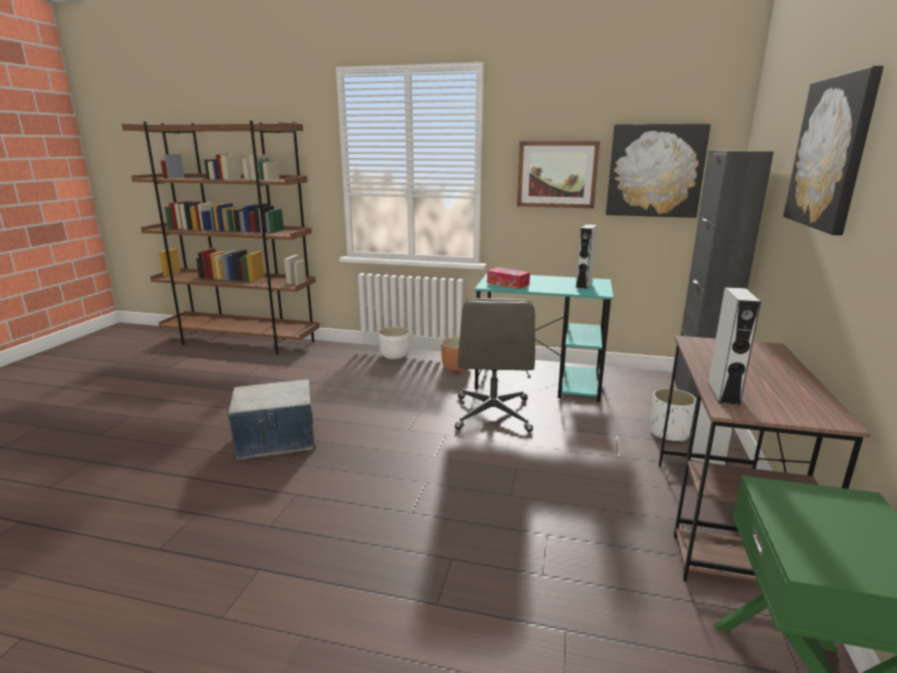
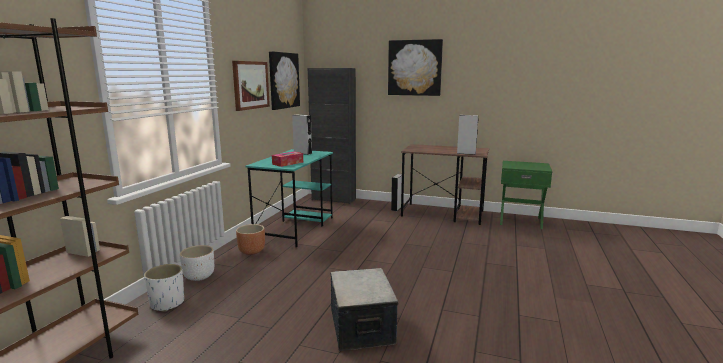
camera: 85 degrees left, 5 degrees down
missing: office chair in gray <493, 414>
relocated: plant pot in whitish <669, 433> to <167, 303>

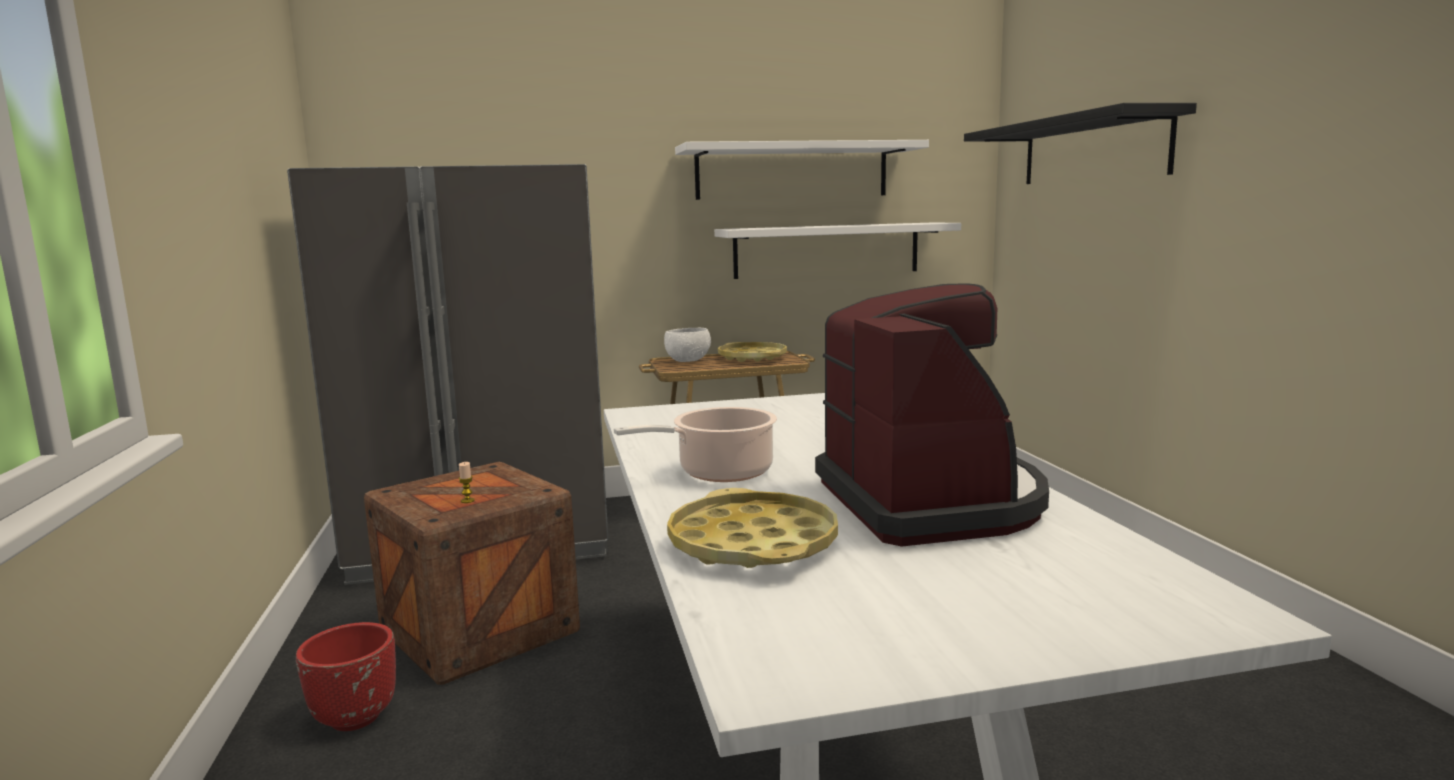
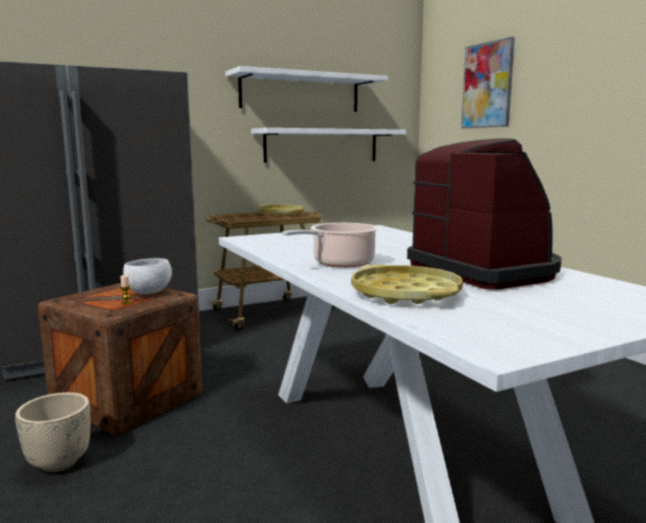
camera: 15 degrees left, 0 degrees up
relocated: deep dish in whitish <688, 361> to <149, 292>
exchanged: shelf in black-coloured <1092, 150> to picture <487, 85>
colour: plant pot in red <354, 718> to plant pot in beige-coloured <58, 463>

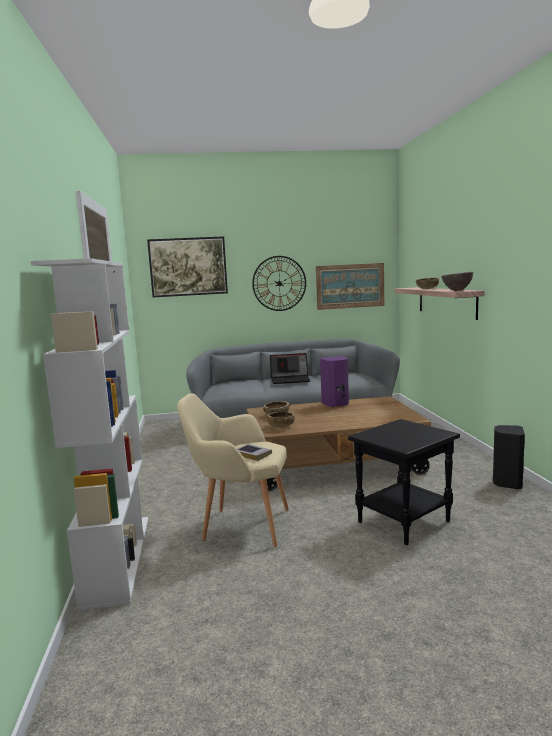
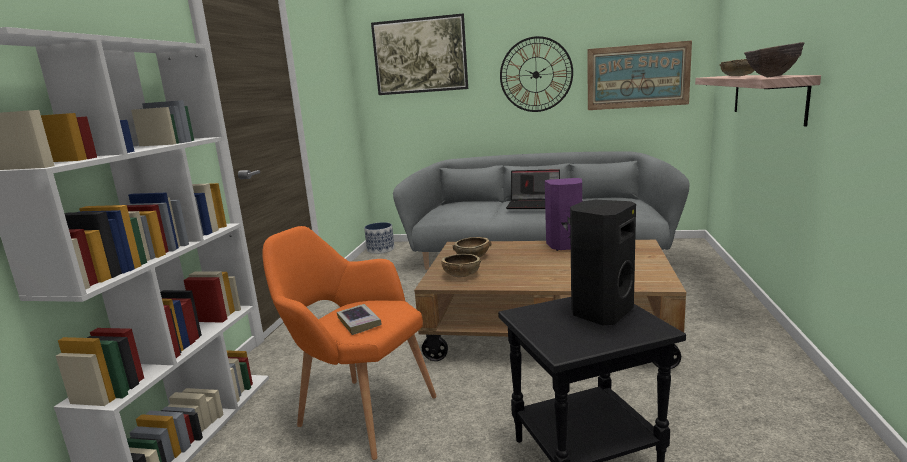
camera: 20 degrees right, 5 degrees up
appeared: plant pot <380, 249>
relocated: speaker in black-coloured <507, 483> to <600, 312>
colour: armchair in beige-coloured <240, 525> to armchair in orangey <359, 411>

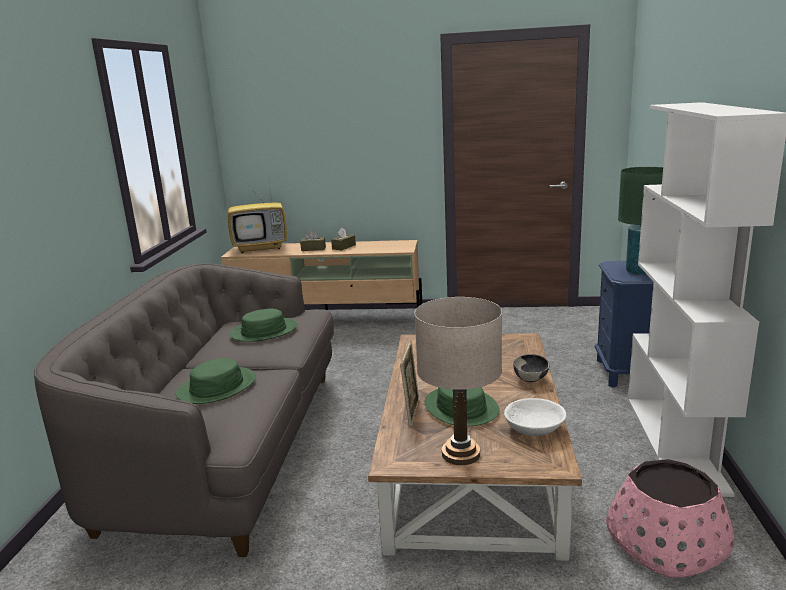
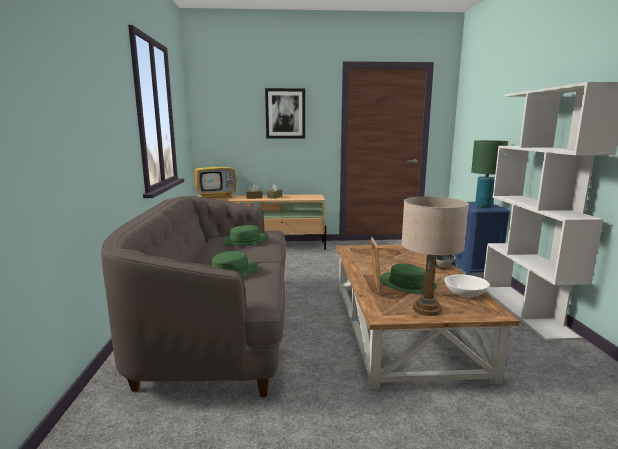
camera: 10 degrees left, 5 degrees down
missing: plant pot in pink <666, 544>
appeared: picture <285, 113>

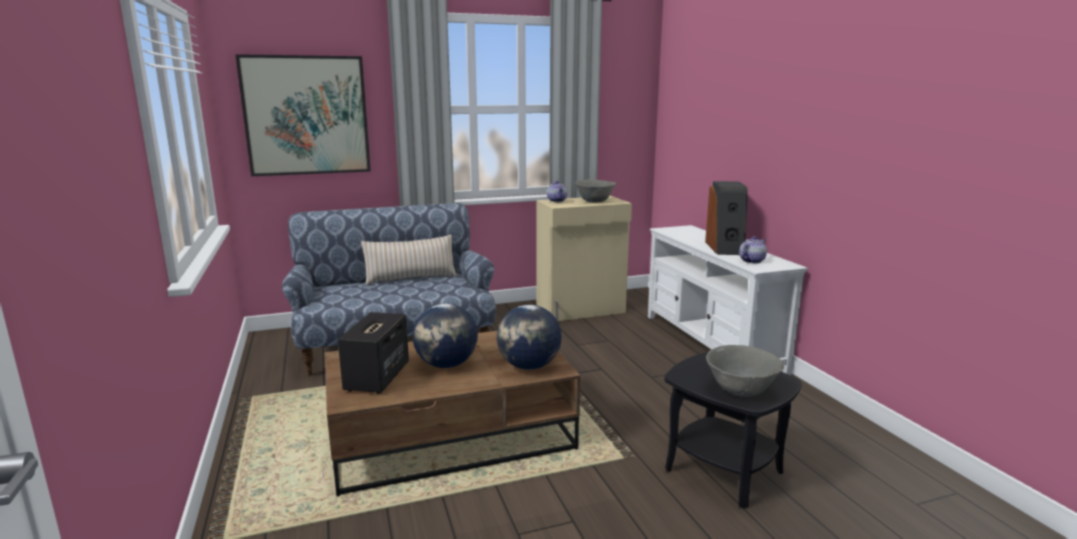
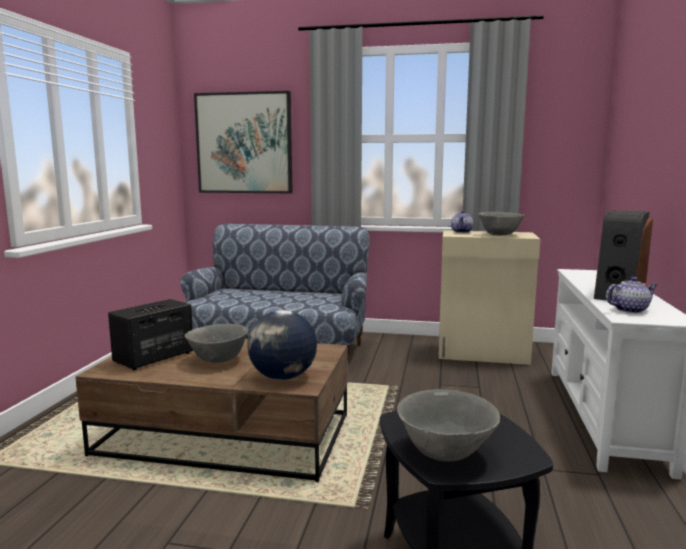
camera: 30 degrees right, 5 degrees down
missing: throw pillow in beige-coloured <411, 278>
exchanged: world globe <447, 365> to deep dish in gray <218, 360>

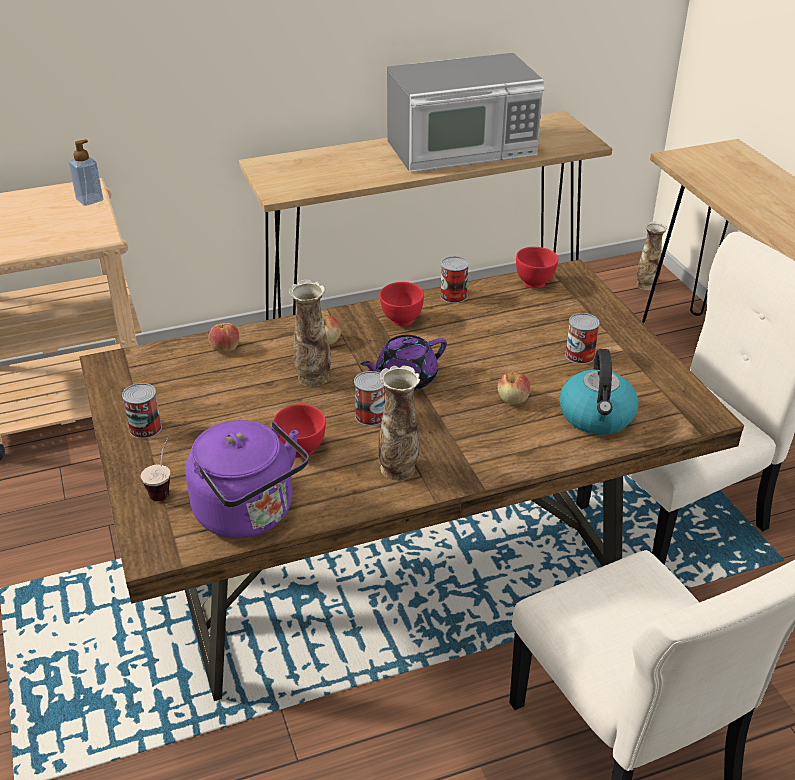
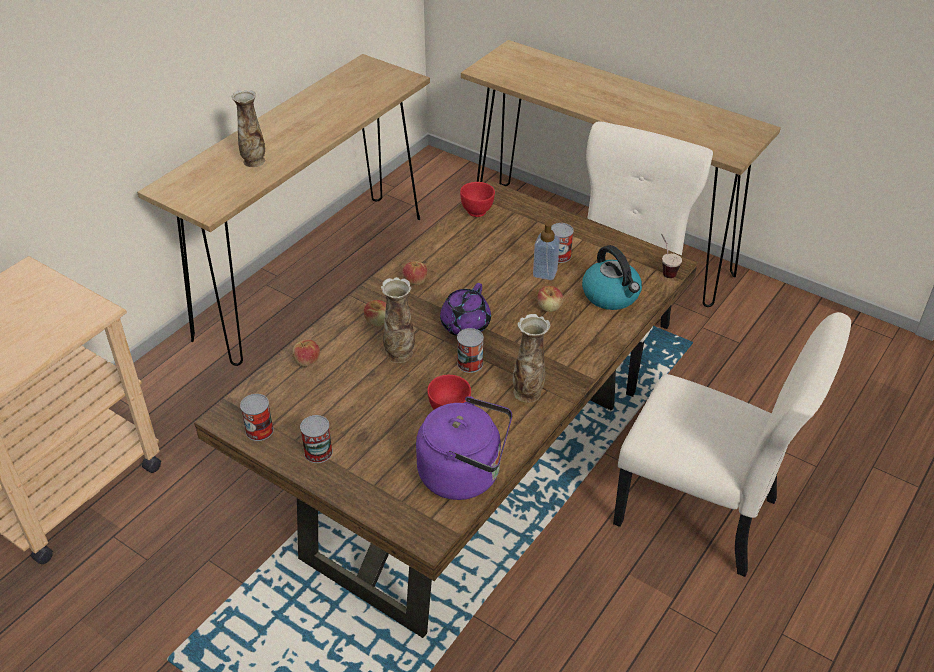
camera: 35 degrees left, 5 degrees up
missing: microwave oven <463, 149>
relocated: vase <646, 284> to <254, 161>; sealed can <453, 295> to <259, 430>; soap bottle <89, 200> to <545, 273>; cup <164, 487> to <665, 269>
exchanged: deep dish in red <401, 320> to whole apple <415, 281>

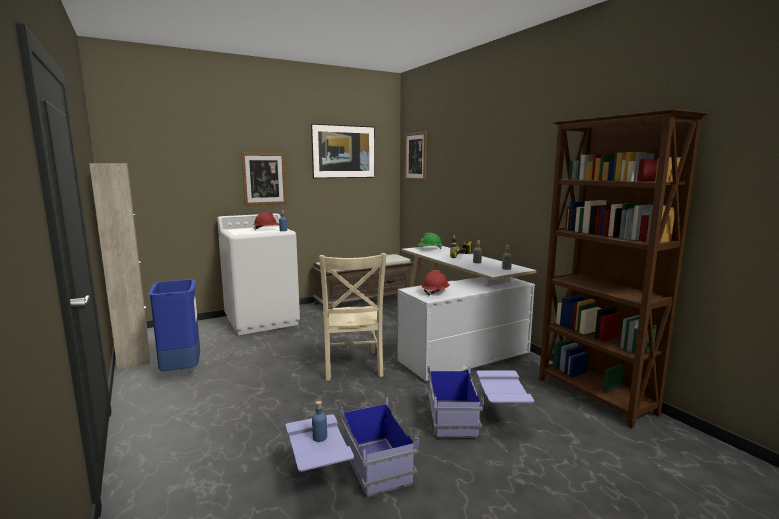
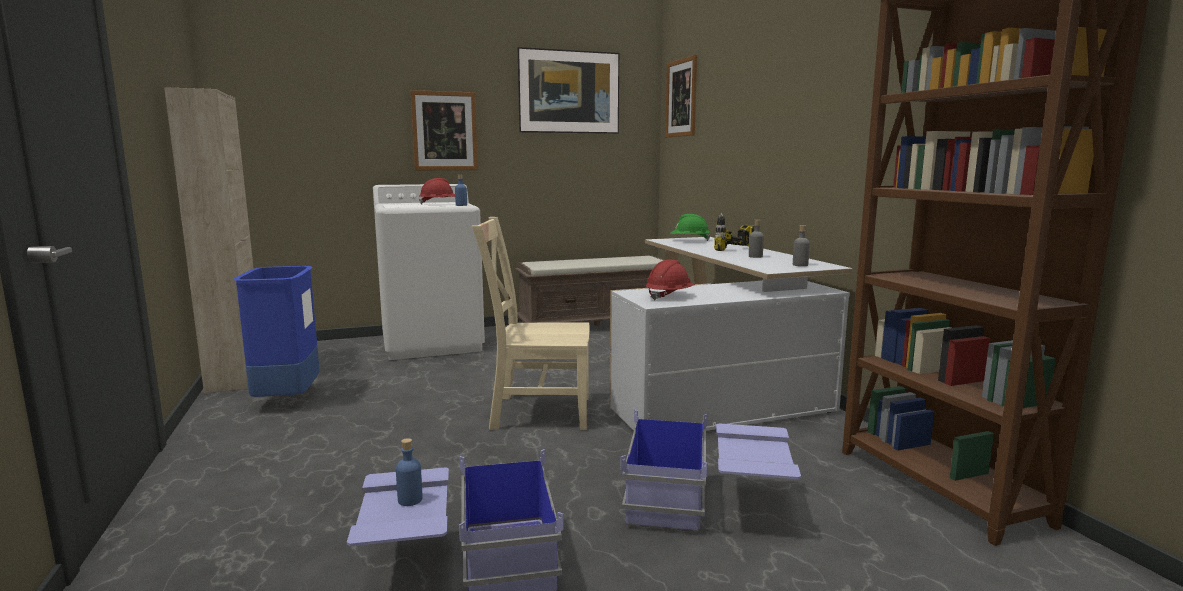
camera: 10 degrees right, 0 degrees up
spun: chair in beige-coloured <352, 367> = <536, 412> 90 degrees clockwise

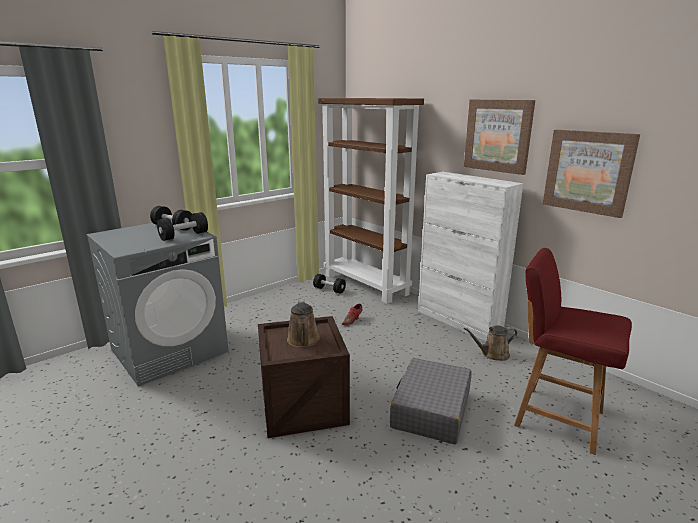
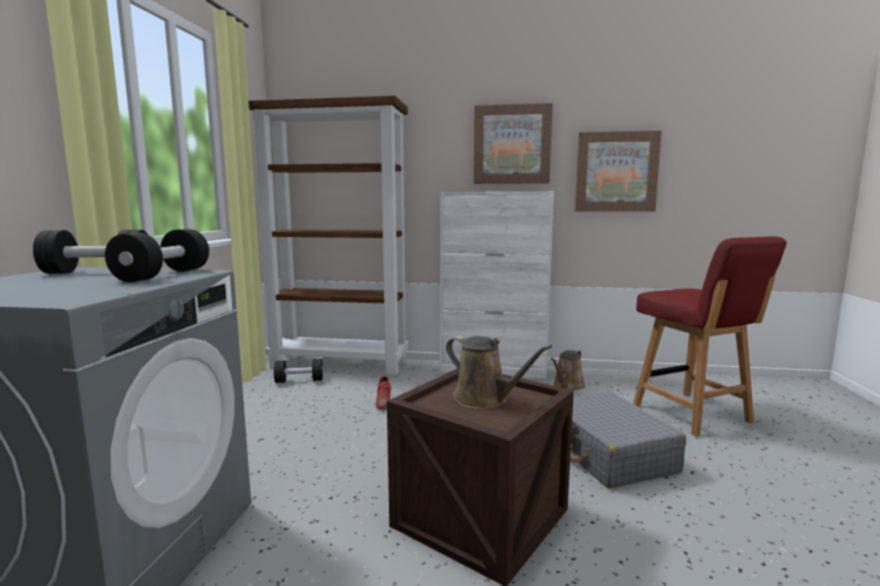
camera: 40 degrees left, 10 degrees down
spun: chair in red <556, 417> = <693, 414> 105 degrees counterclockwise

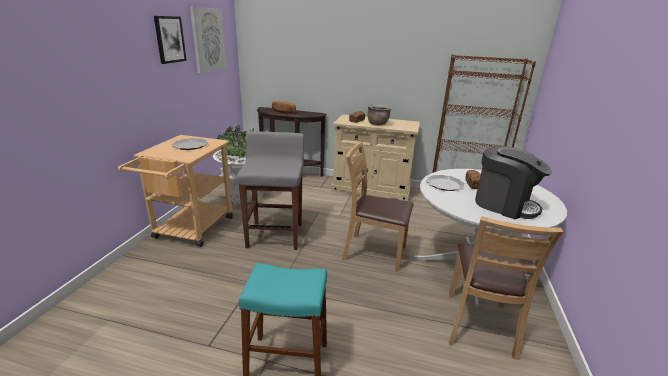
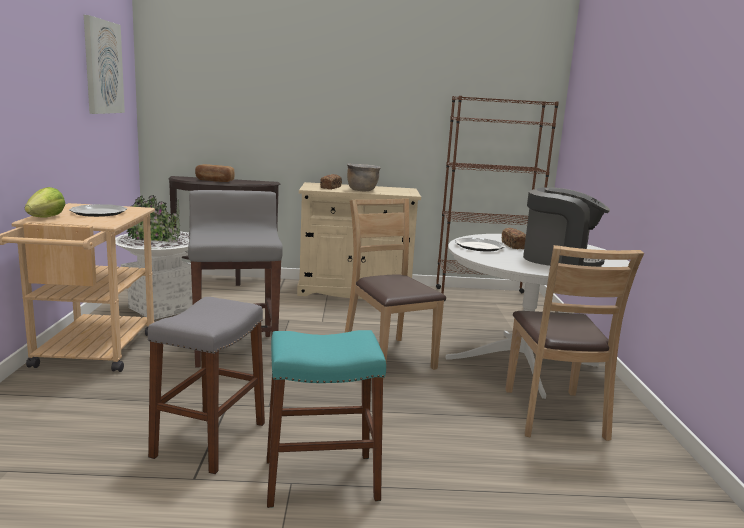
camera: 15 degrees left, 10 degrees down
missing: picture <169, 39>
appeared: lettuce head <46, 217>; sitting stool in gray <210, 439>
spun: chair in brownish <373, 252> = <388, 357> 60 degrees clockwise

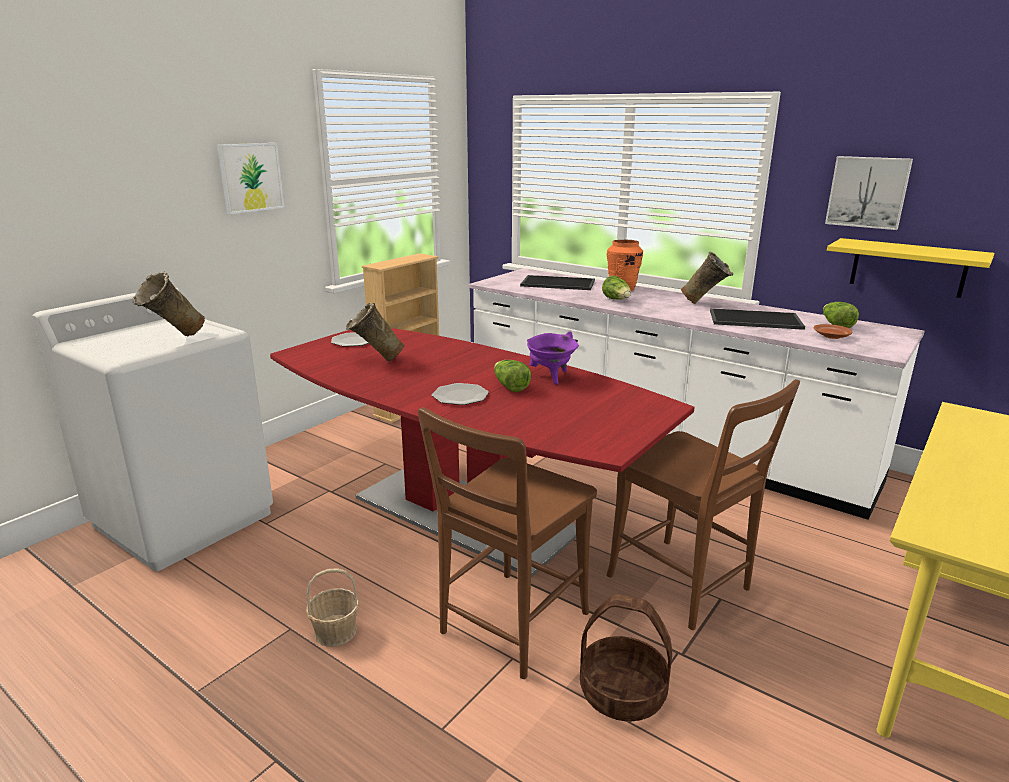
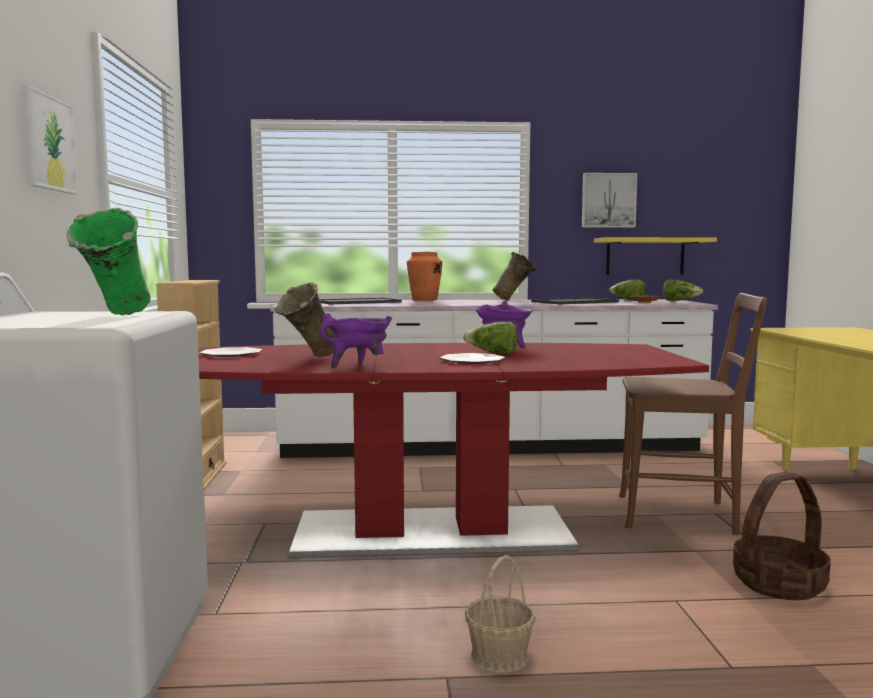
camera: 40 degrees left, 15 degrees down
missing: chair in brownish <509, 627>
appeared: saucepot in purple <358, 365>
relocated: lettuce head <617, 300> to <680, 301>
colour: vase in beige-coloured <174, 339> to vase in greenish <116, 317>

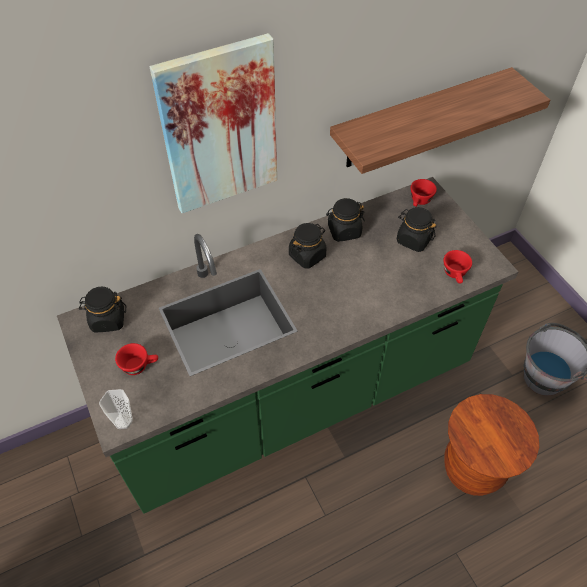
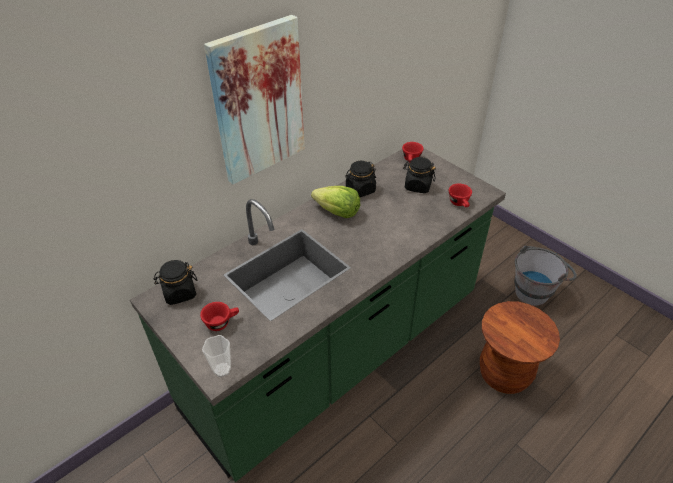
camera: 15 degrees left, 10 degrees down
missing: shelf <420, 119>
exchanged: storage jar in black-coloured <307, 255> to lettuce head <337, 212>

